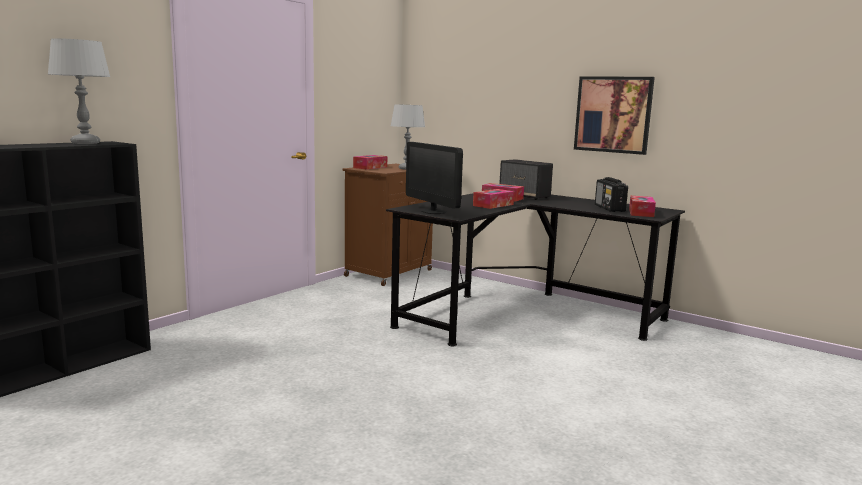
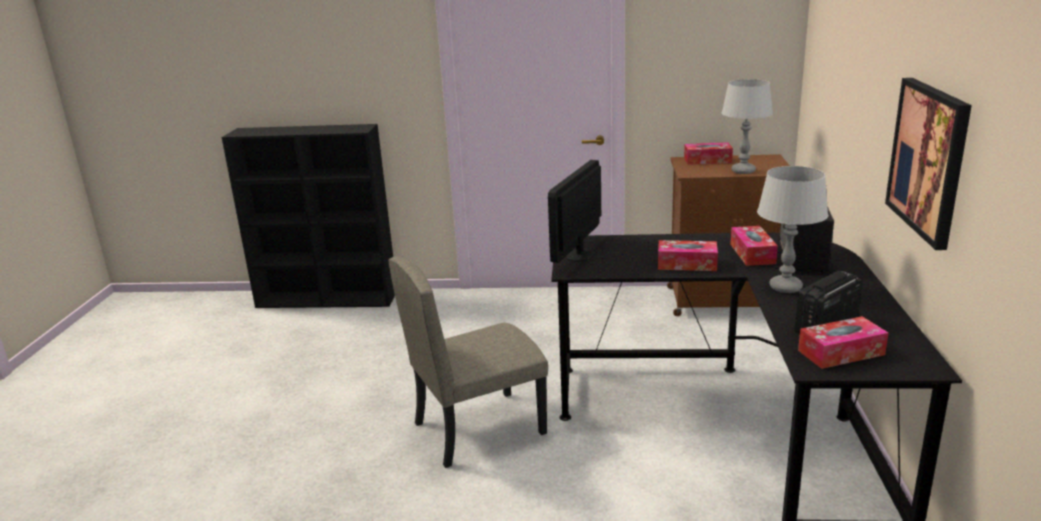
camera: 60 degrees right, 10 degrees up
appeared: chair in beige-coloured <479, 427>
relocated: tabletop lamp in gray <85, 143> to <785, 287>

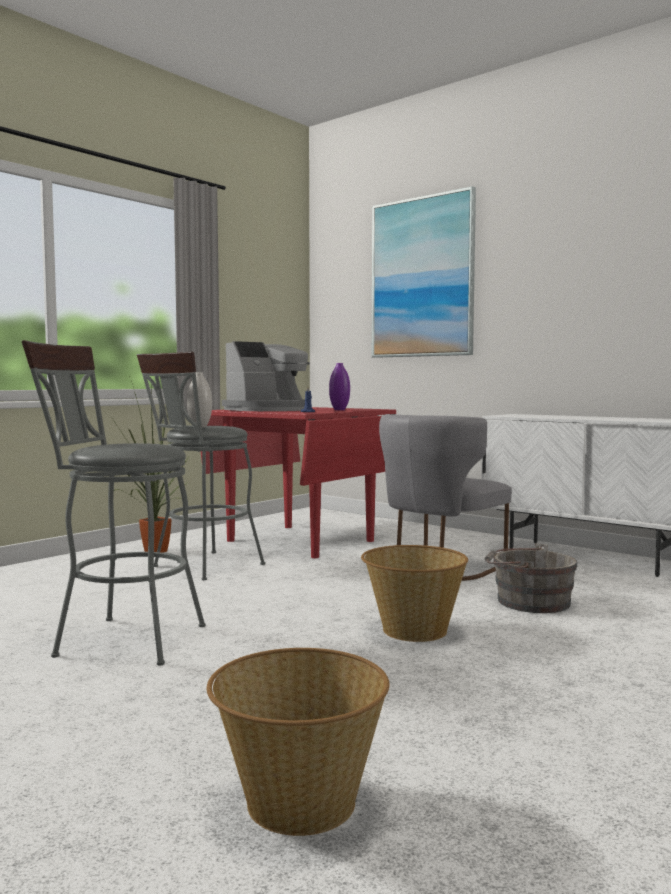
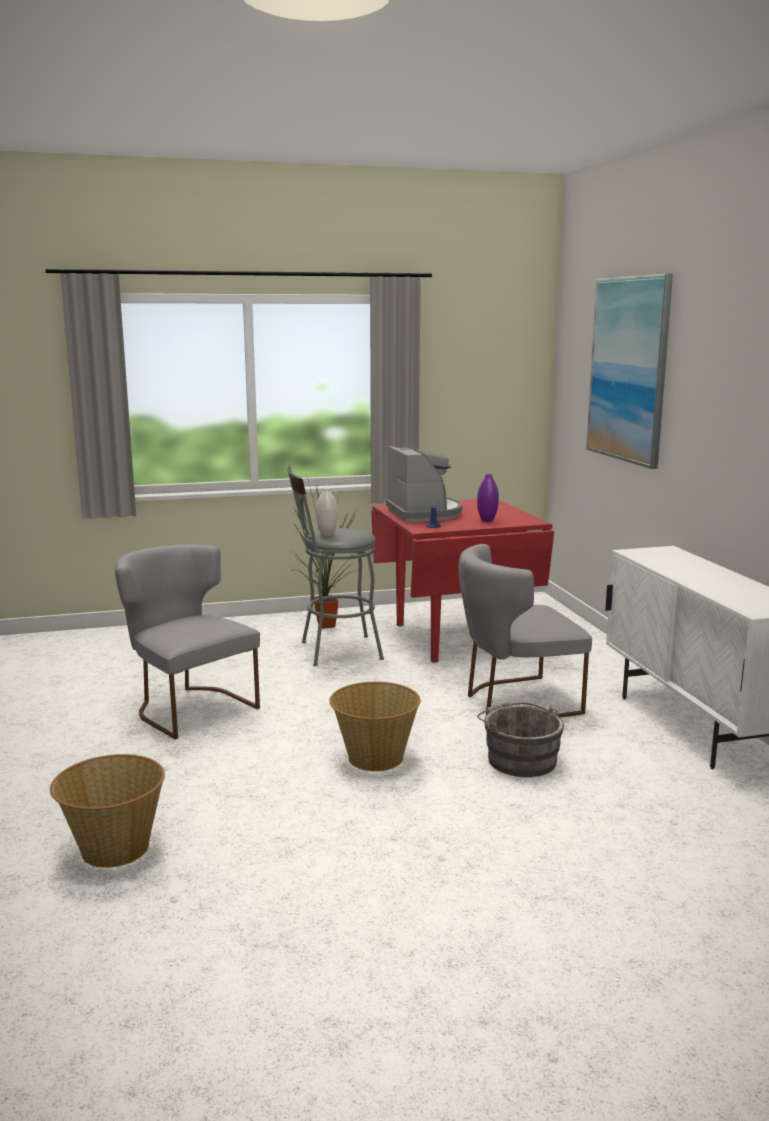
camera: 35 degrees right, 10 degrees up
exchanged: sitting stool in gray <120, 639> to chair in gray <188, 707>
spun: coffee brewer <269, 410> = <424, 513> 105 degrees counterclockwise

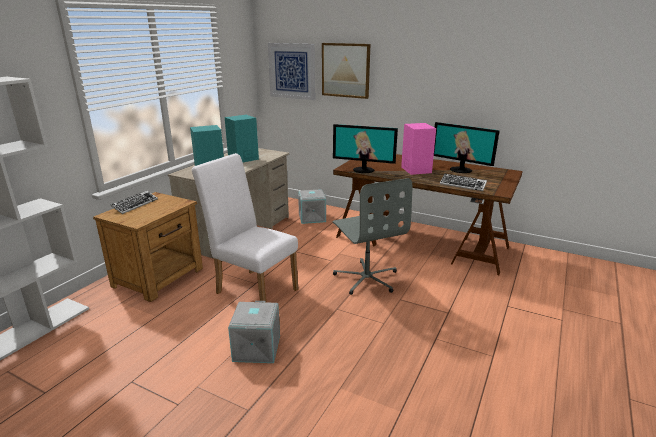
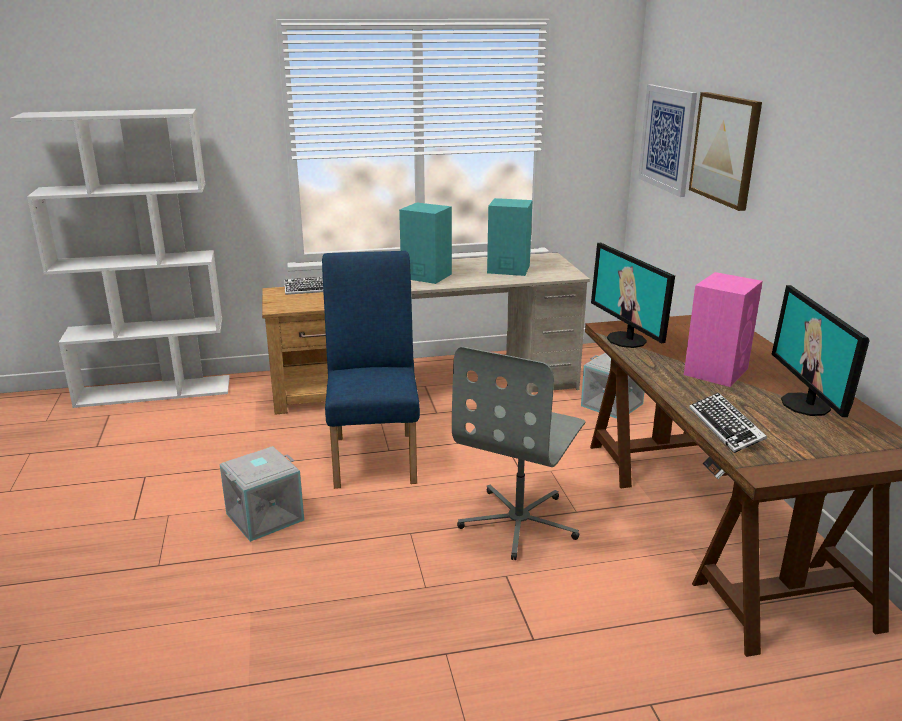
camera: 50 degrees right, 0 degrees up
colour: chair in whitish <253, 288> to chair in bluish <375, 454>

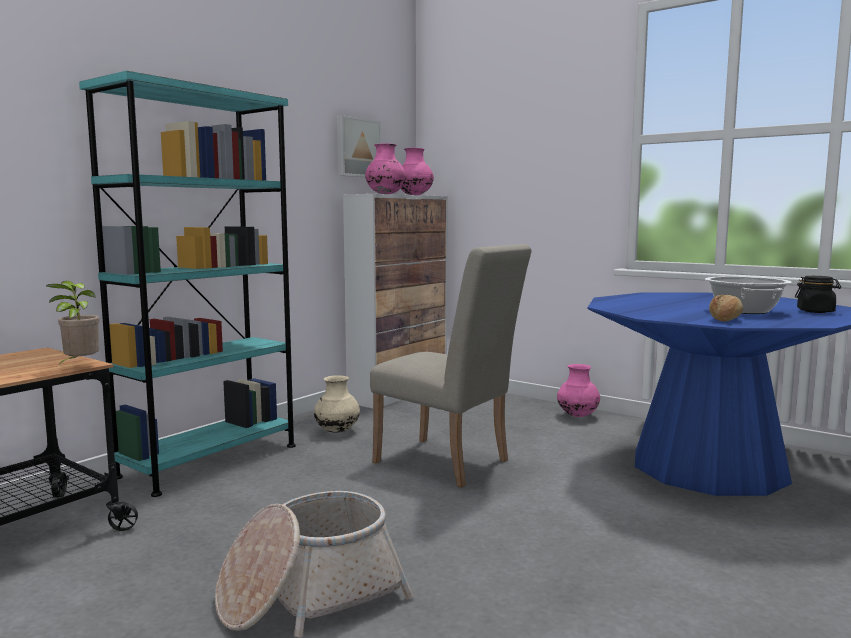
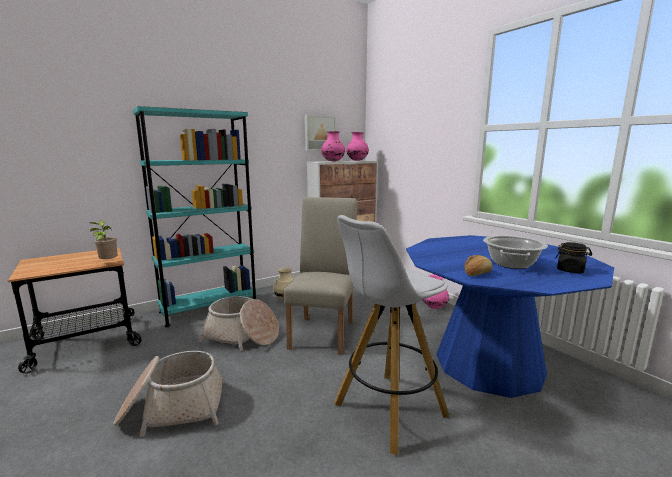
camera: 20 degrees right, 5 degrees up
appeared: basket <242, 336>; sitting stool in whitish <388, 411>
spun: chair in beige-coloured <449, 464> = <324, 331> 135 degrees counterclockwise

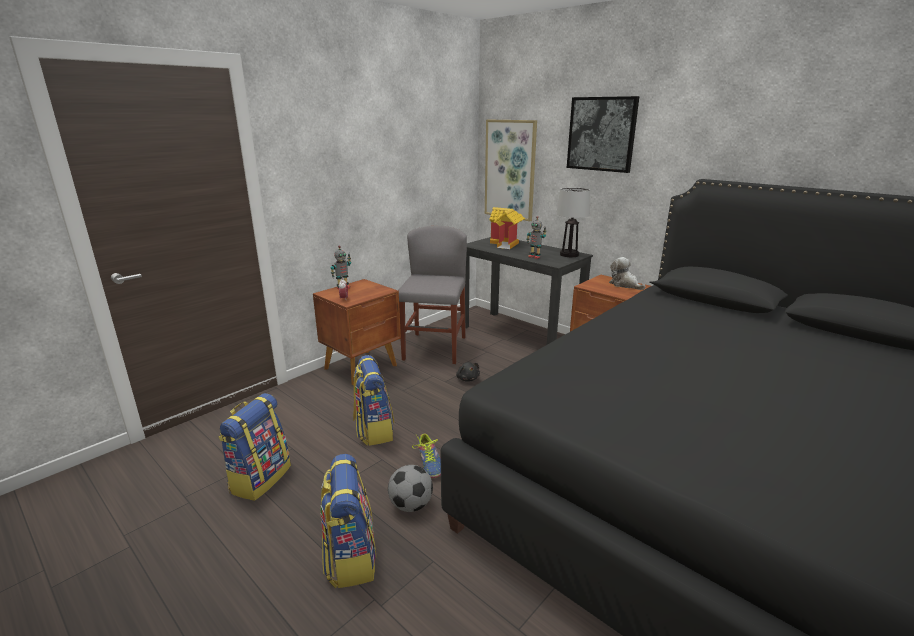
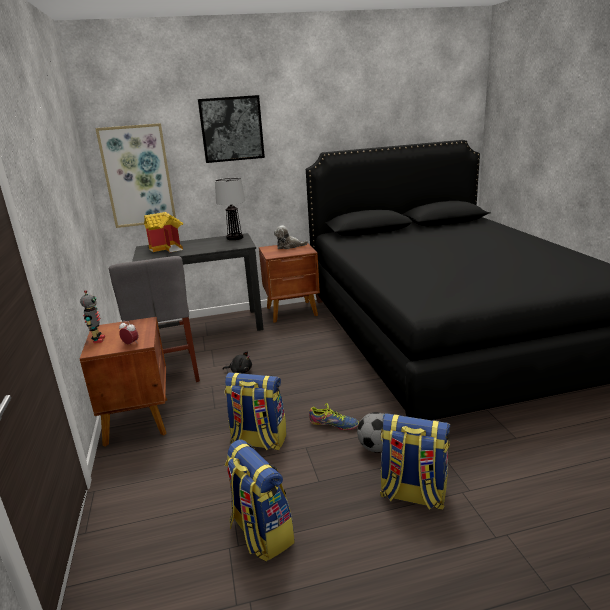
camera: 55 degrees left, 0 degrees up
missing: model robot <534, 257>
spun: chair in gray <434, 348> = <167, 371> 150 degrees counterclockwise

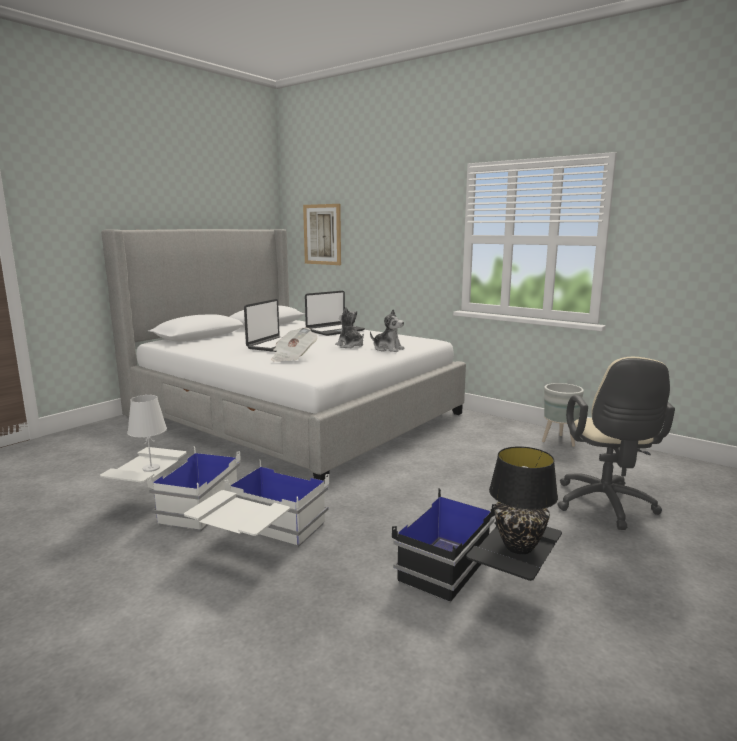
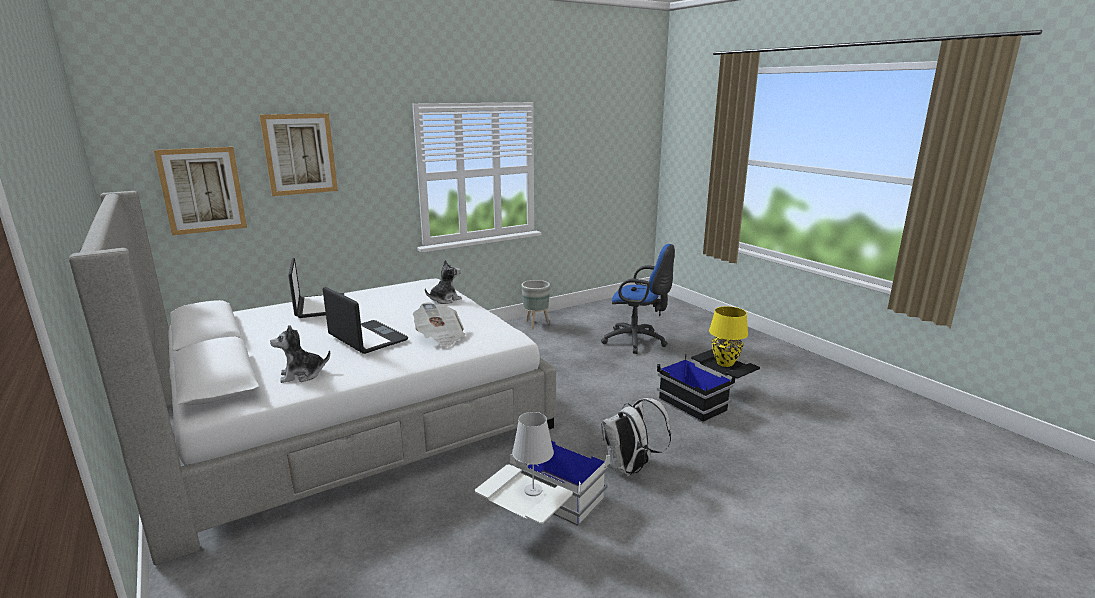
camera: 70 degrees left, 5 degrees up
appeared: picture <300, 154>
relocated: plush toy <350, 346> to <302, 375>
exchanged: storage box in whitish <261, 540> to knapsack in whitish <630, 469>
colour: office chair in beige-coloured <605, 507> to office chair in bluish <637, 341>; tabletop lamp in black-coloured <519, 547> to tabletop lamp in yellow <725, 363>

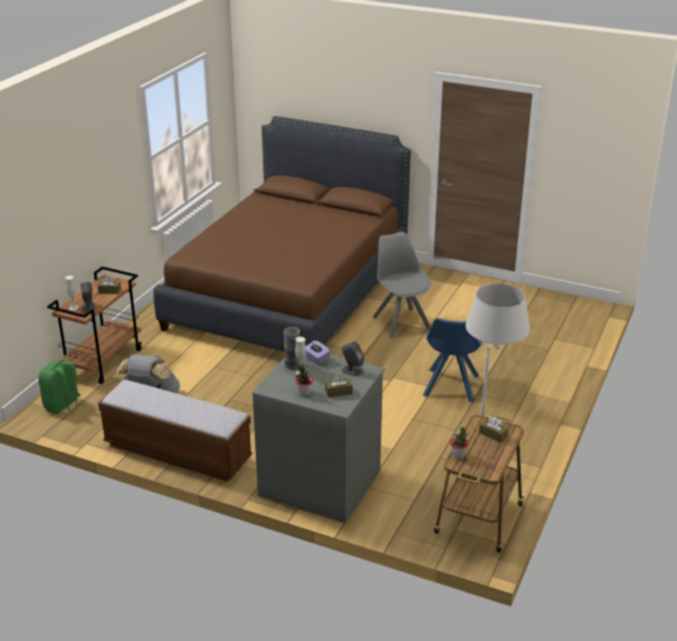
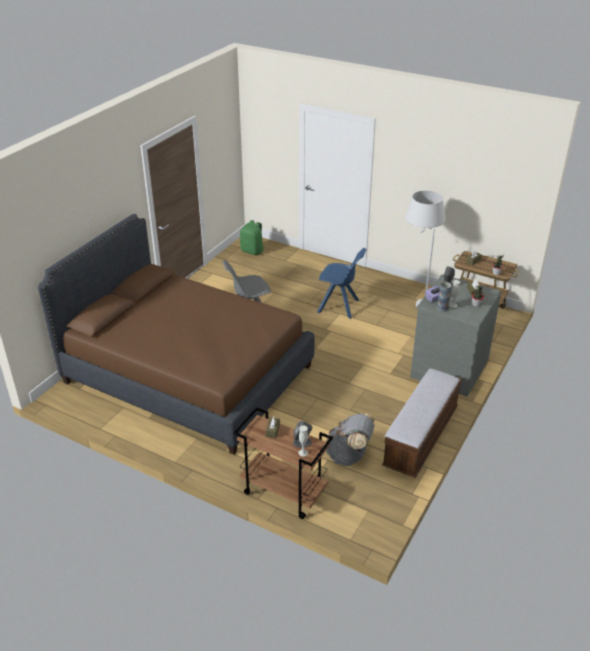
camera: 85 degrees left, 5 degrees up
relocated: knapsack in greenish <63, 406> to <252, 251>

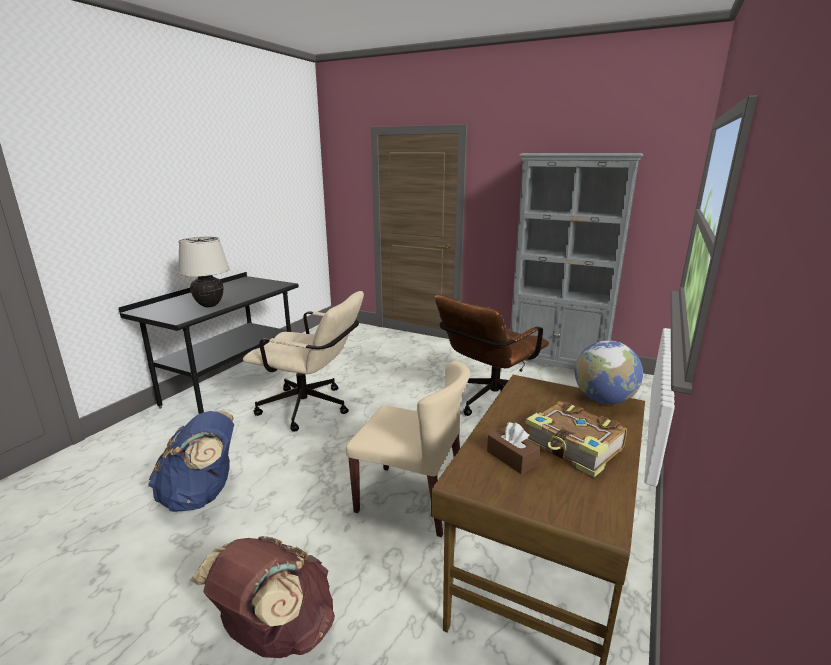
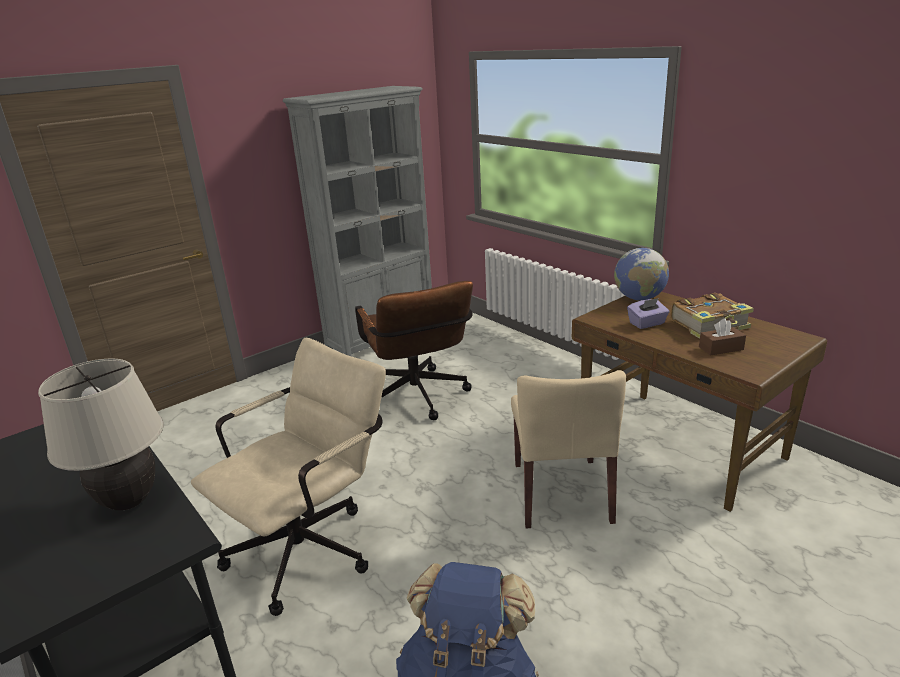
camera: 65 degrees left, 5 degrees up
missing: knapsack in brownish <276, 633>
appeared: box of tissues in purple <647, 323>
spun: chair in beige-coloured <411, 498> = <562, 492> 135 degrees clockwise

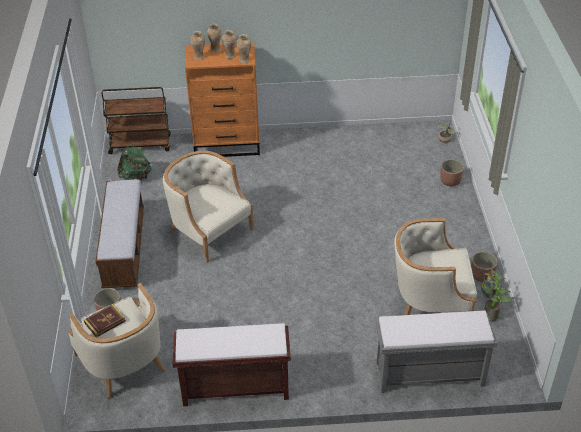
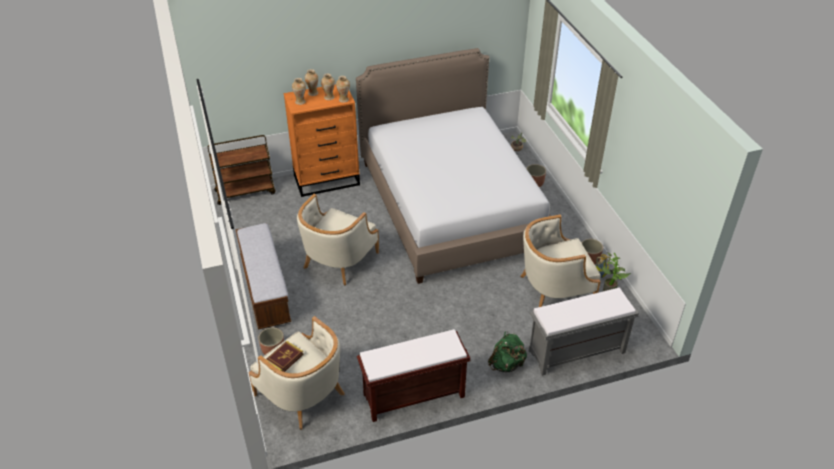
camera: 15 degrees left, 0 degrees up
appeared: sleeping bed <451, 205>
relocated: knapsack in greenish <136, 177> to <506, 364>
spun: armchair in beige-coloured <209, 230> = <338, 260> 90 degrees counterclockwise

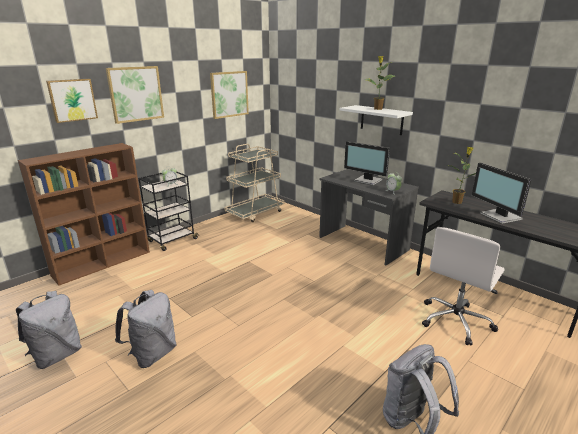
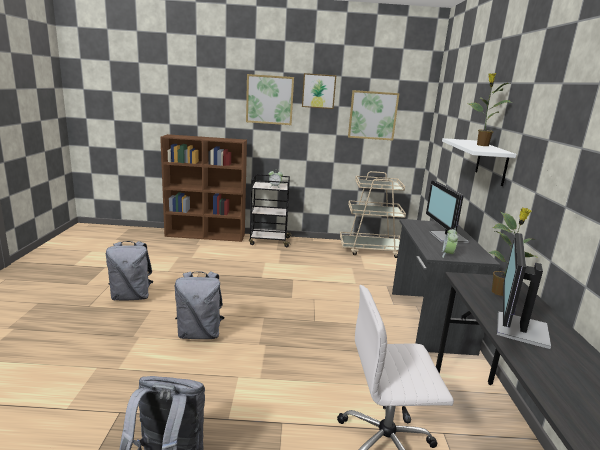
camera: 45 degrees right, 5 degrees down
relocated: knapsack in gray <57, 355> to <200, 334>; picture <72, 100> to <318, 91>

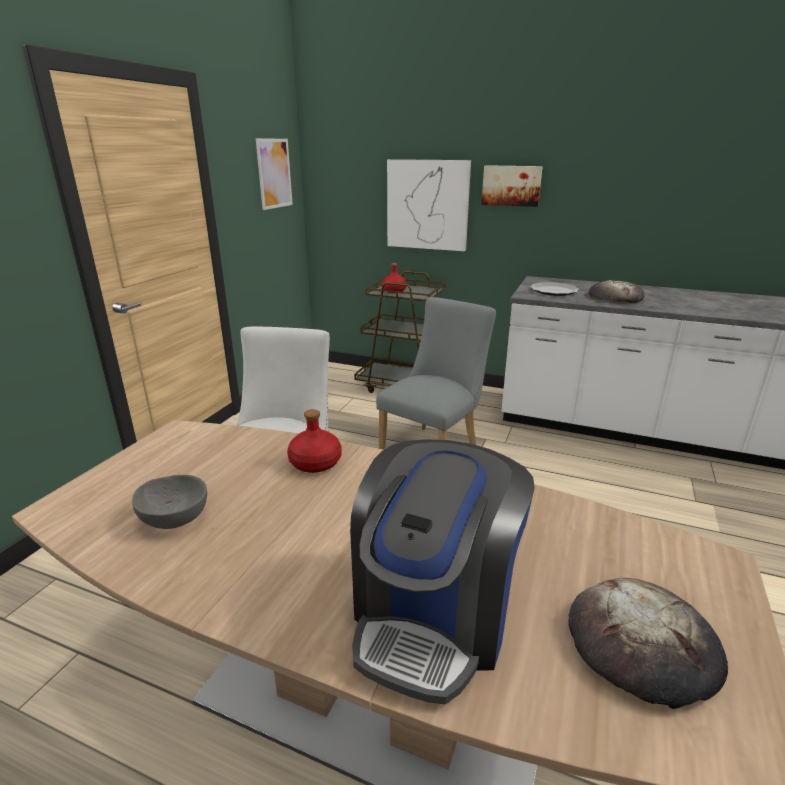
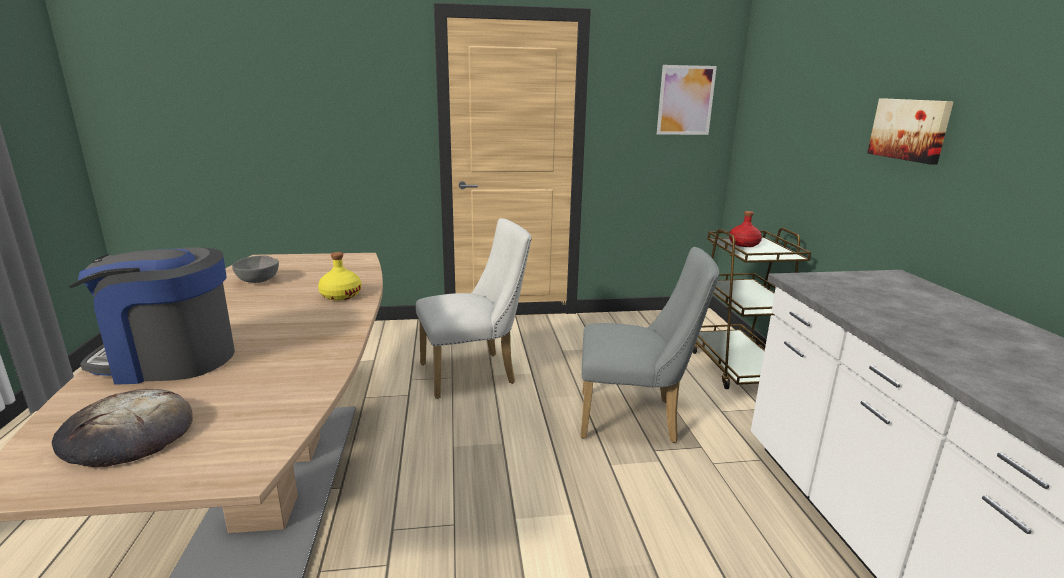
camera: 60 degrees right, 5 degrees down
missing: picture <427, 205>; flat dish <554, 291>; baked bread <615, 296>
colour: bottle in red <314, 463> to bottle in yellow <340, 295>

